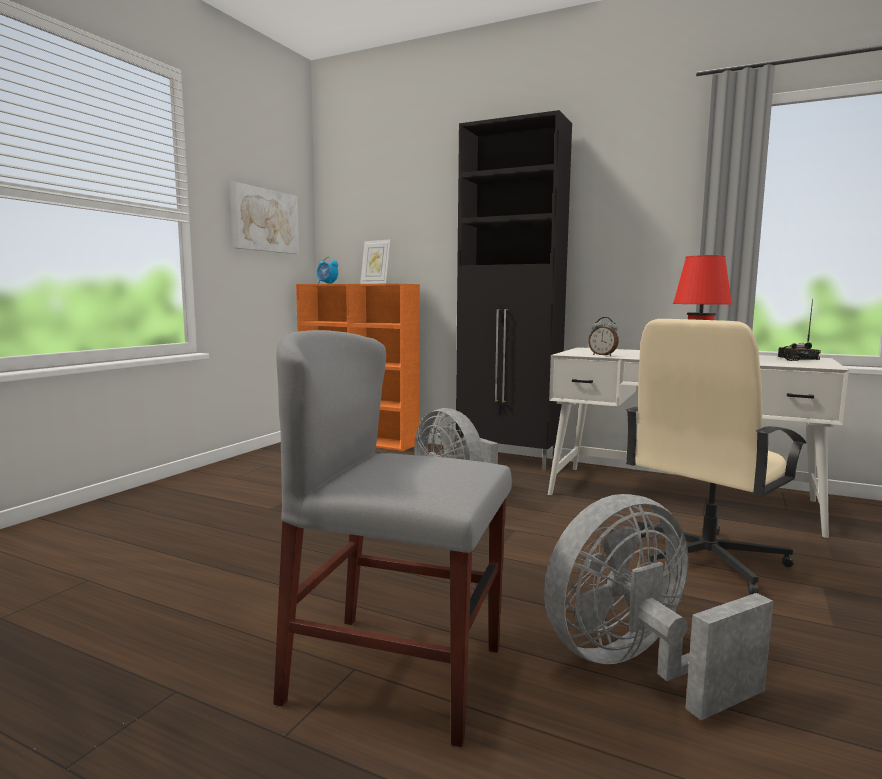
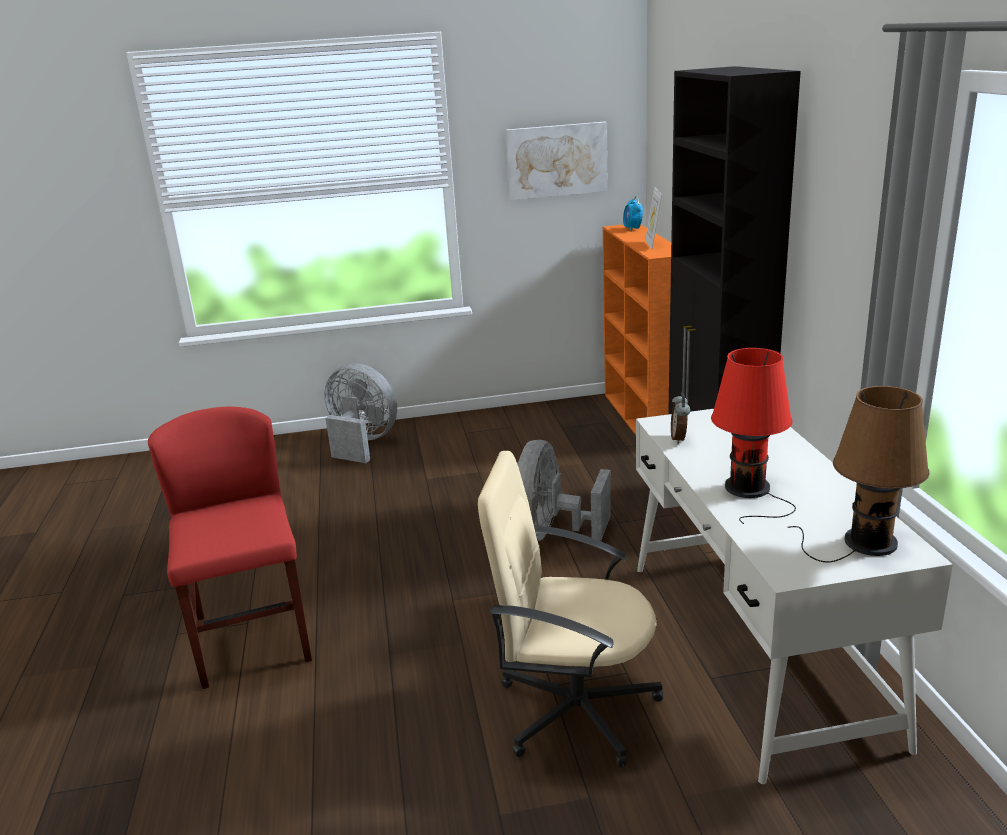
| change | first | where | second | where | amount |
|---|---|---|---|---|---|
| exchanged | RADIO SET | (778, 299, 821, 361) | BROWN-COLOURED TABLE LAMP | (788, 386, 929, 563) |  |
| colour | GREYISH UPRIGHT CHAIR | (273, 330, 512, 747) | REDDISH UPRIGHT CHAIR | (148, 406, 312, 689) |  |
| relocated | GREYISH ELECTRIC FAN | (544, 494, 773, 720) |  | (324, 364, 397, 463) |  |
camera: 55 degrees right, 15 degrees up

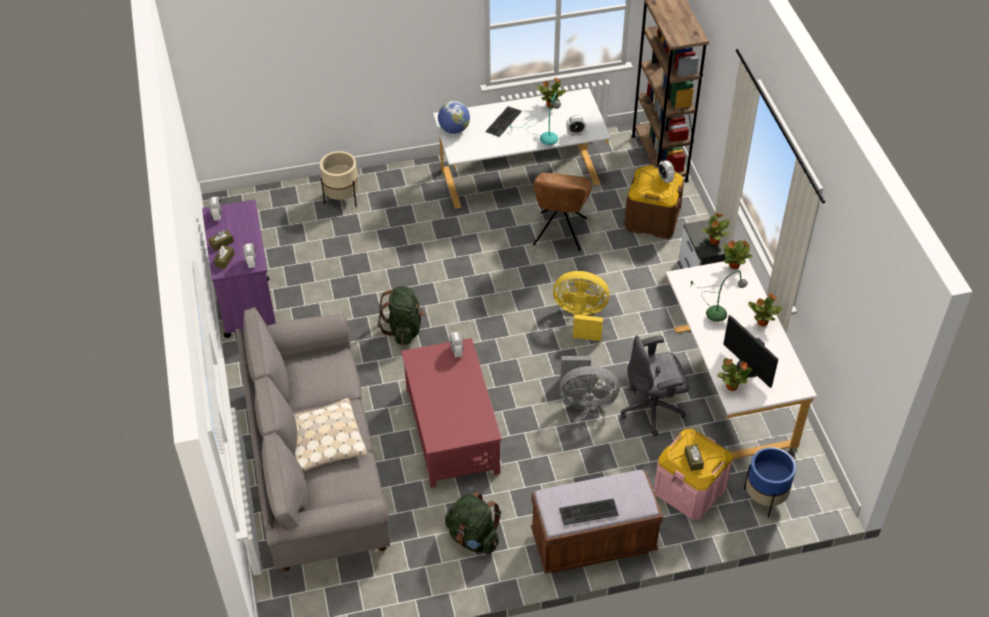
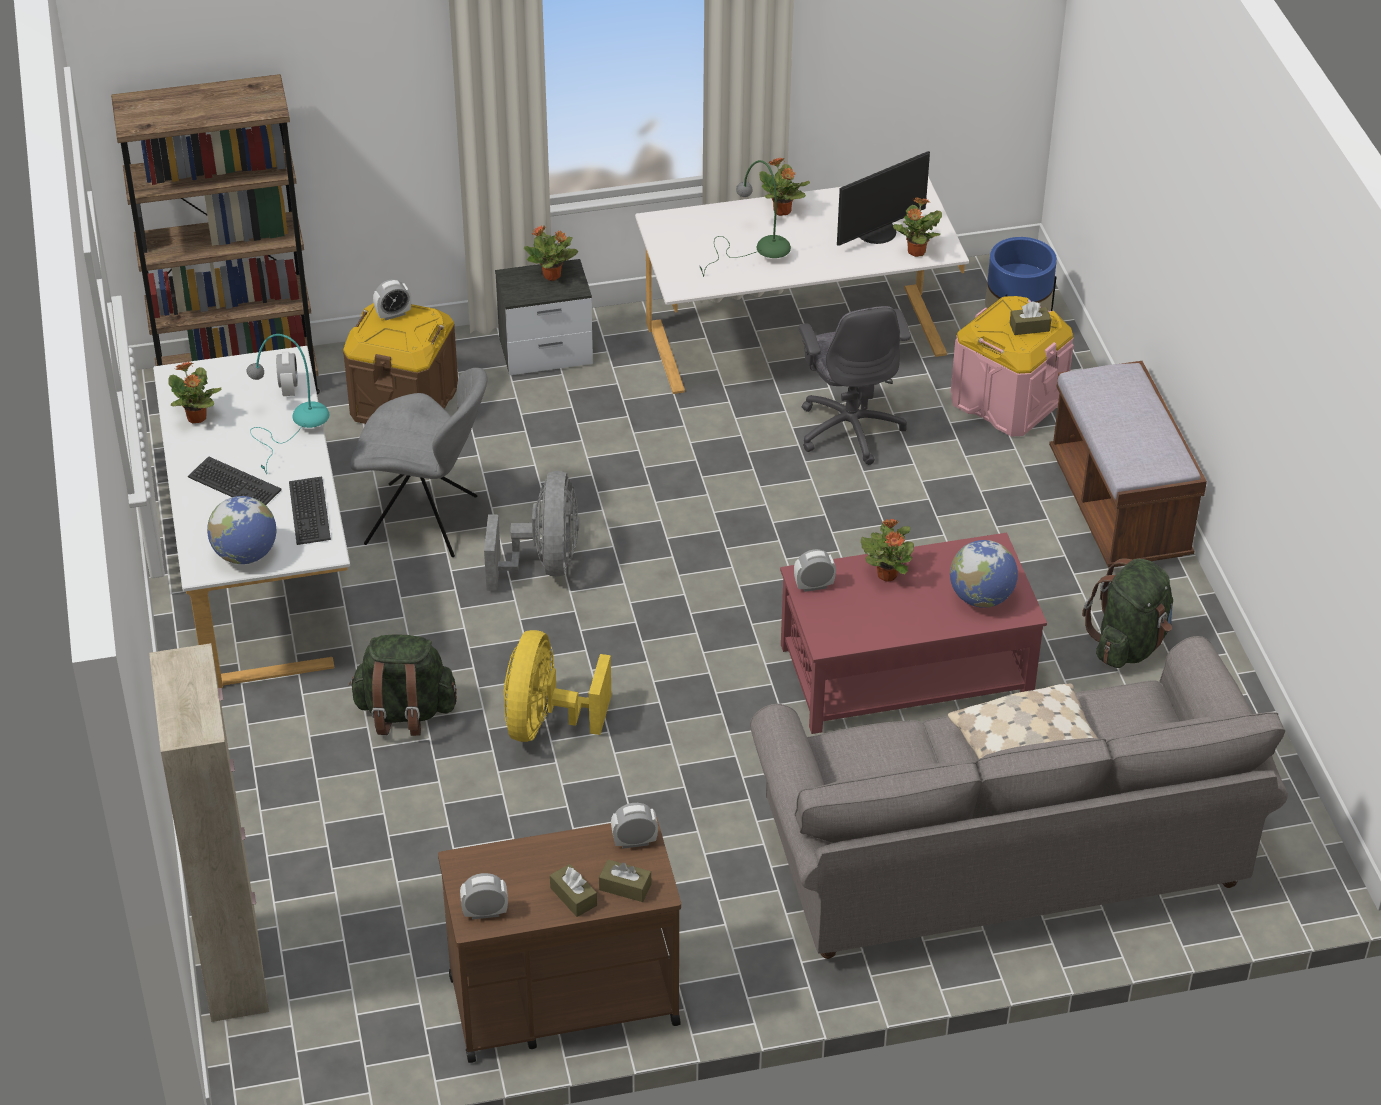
| change | first | where | second | where | amount |
|---|---|---|---|---|---|
| missing | SAND-COLOURED PLANT POT | (320, 151, 359, 207) |  |  |  |
| colour | BROWN-COLOURED UPRIGHT CHAIR | (533, 173, 592, 251) | GREYISH UPRIGHT CHAIR | (350, 368, 488, 557) |  |
| colour | PURPLISH WHEELED CART | (202, 200, 276, 338) | BROWN-COLOURED WHEELED CART | (438, 817, 681, 1063) |  |
| relocated | POTTED PLANT | (722, 240, 752, 269) |  | (861, 519, 914, 582) |  |
| relocated | YELLOW-COLOURED ELECTRIC FAN | (553, 271, 609, 341) |  | (504, 630, 611, 742) |  |
| relocated | GREEN KNAPSACK | (378, 286, 425, 345) |  | (349, 634, 457, 736) |  |
| relocated | GREYISH ELECTRIC FAN | (559, 356, 619, 410) |  | (484, 471, 579, 591) |  |
| relocated | KEYBOARD | (559, 498, 619, 525) |  | (289, 476, 331, 545) |  |
| appeared |  |  | GLOBE | (950, 540, 1018, 608) |  |
| appeared |  |  | SAND-COLOURED CABINET | (149, 643, 269, 1022) |  |
camera: 90 degrees left, 5 degrees down

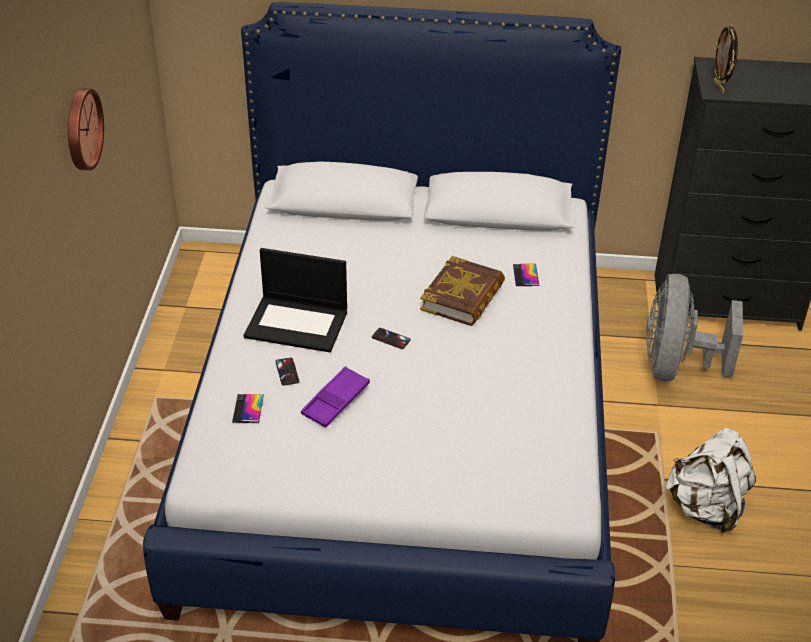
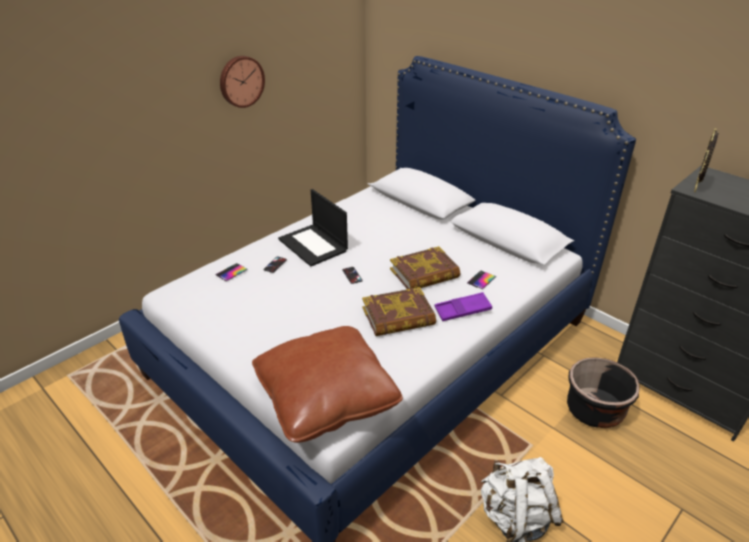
| change | first | where | second | where | amount |
|---|---|---|---|---|---|
| exchanged | GREYISH ELECTRIC FAN | (646, 274, 743, 381) | BLACK PLANT POT | (567, 357, 640, 428) |  |
| relocated | PURPLISH SERVING TRAY | (301, 366, 370, 428) |  | (435, 292, 492, 321) |  |
| appeared |  |  | BOOK | (362, 287, 436, 336) |  |
| appeared |  |  | BROWN-COLOURED THROW PILLOW | (252, 326, 403, 443) |  |
camera: 40 degrees right, 5 degrees down

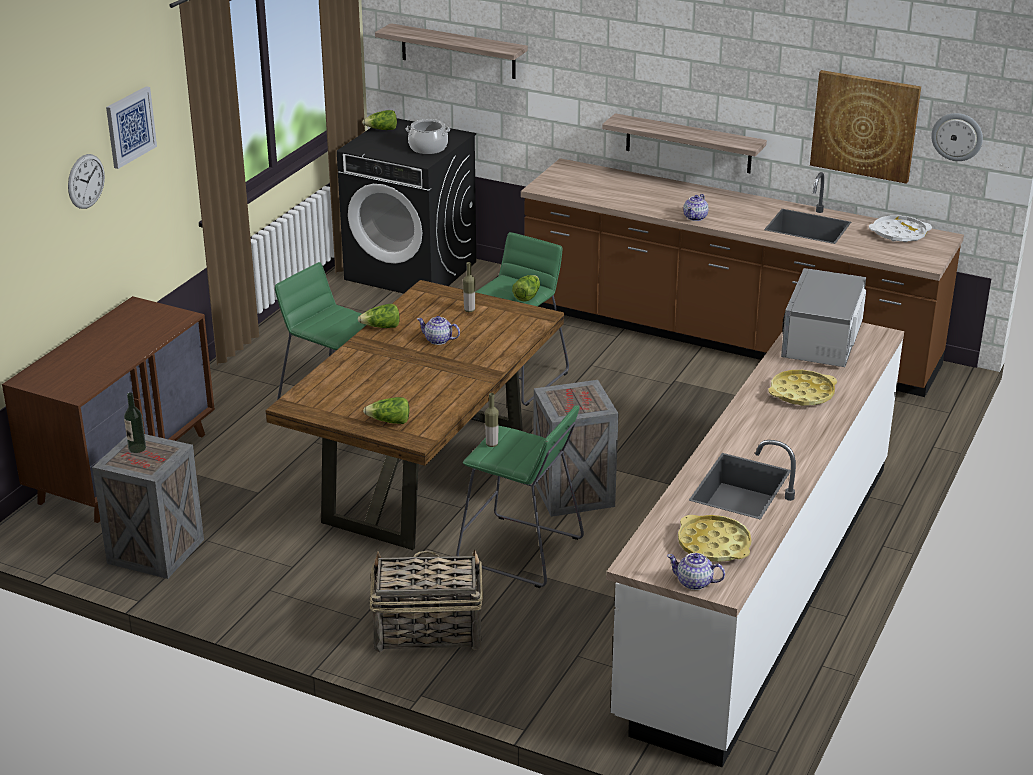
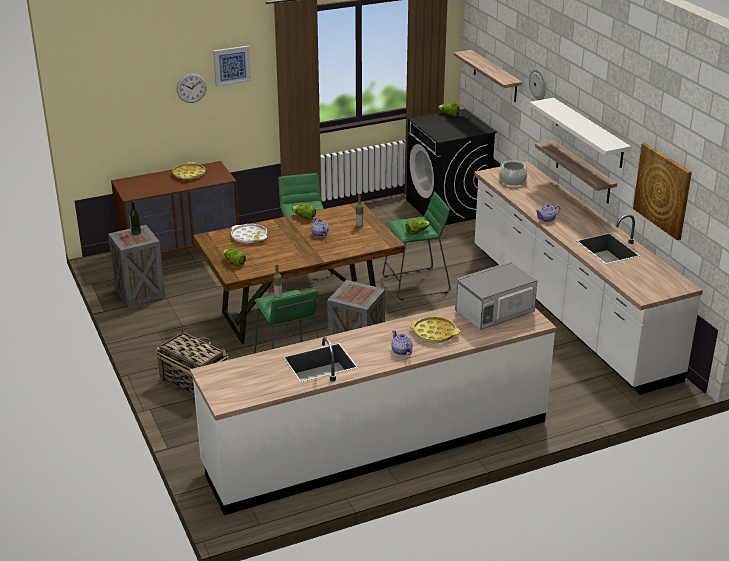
| change | first | where | second | where | amount |
|---|---|---|---|---|---|
| relocated | CLOCK ON THE WALL | (931, 113, 983, 161) |  | (529, 69, 546, 100) |  |
| relocated | COOKING POT | (406, 119, 450, 154) |  | (499, 160, 527, 186) |  |
| colour | BROWN-COLOURED KITCHEN BASE UNIT | (521, 158, 964, 397) | WHITE-COLOURED KITCHEN BASE UNIT | (474, 161, 703, 395) |  |
| relocated | WHITE-COLOURED SERVING TRAY | (869, 215, 932, 242) |  | (231, 224, 267, 244) |  |
| relocated | YELLOW-COLOURED SERVING TRAY | (678, 515, 751, 562) |  | (172, 162, 205, 179) |  |
| relocated | POT FOR TEA | (667, 553, 725, 590) |  | (391, 330, 413, 355) |  |
| appeared |  |  | WHITE-COLOURED BRACKET SHELF | (530, 98, 631, 168) |  |
camera: 40 degrees right, 0 degrees up

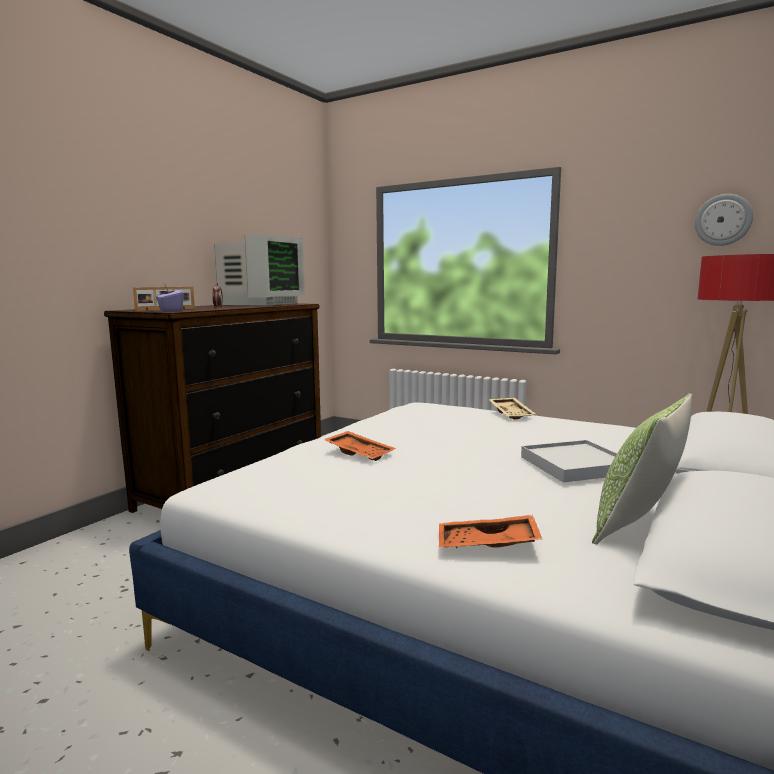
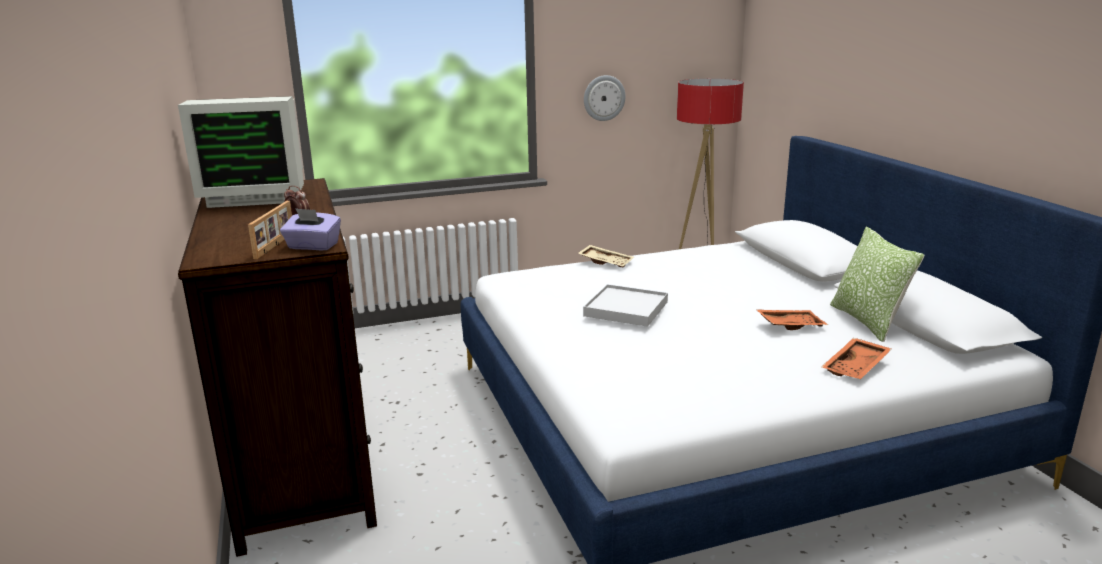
| change | first | where | second | where | amount |
|---|---|---|---|---|---|
| relocated | CLOCK ON THE WALL | (695, 194, 753, 246) |  | (584, 75, 626, 121) |  |
| spun | MONITOR | (214, 234, 305, 306) |  | (178, 96, 304, 208) | 105 degrees clockwise |
| relocated | ORANGE SERVING TRAY | (324, 431, 396, 461) |  | (756, 309, 828, 330) |  |
| relocated | WHITE-COLOURED SERVING TRAY | (521, 440, 617, 483) |  | (583, 284, 668, 327) |  |
camera: 50 degrees left, 10 degrees up

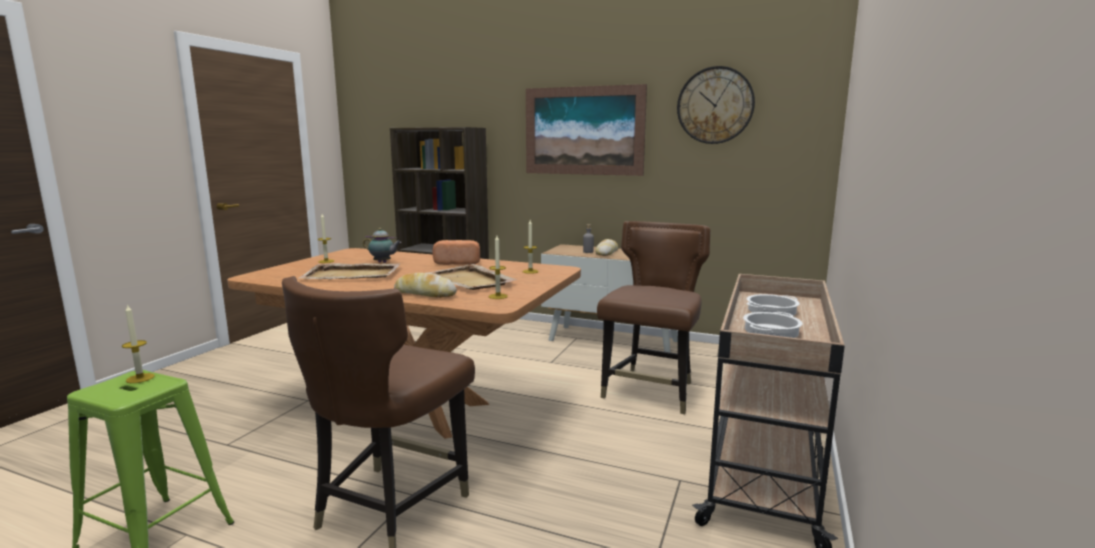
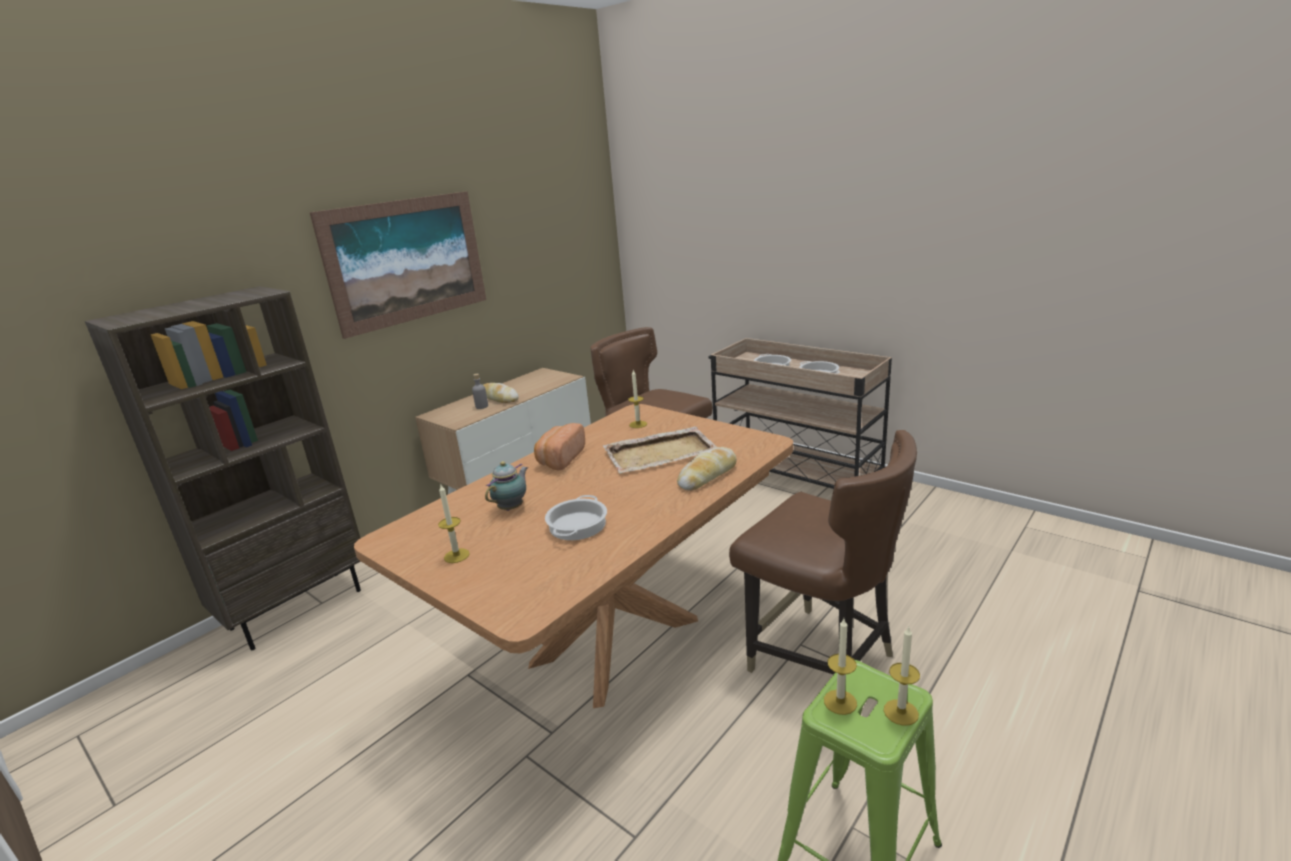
| change | first | where | second | where | amount |
|---|---|---|---|---|---|
| missing | CLOCK ON THE WALL | (677, 66, 755, 144) |  |  |  |
| relocated | CANDLE | (488, 236, 508, 299) |  | (884, 627, 920, 726) |  |
| exchanged | SAND-COLOURED SERVING TRAY | (298, 263, 400, 279) | COOKING POT | (545, 495, 607, 540) |  |
camera: 70 degrees left, 10 degrees up

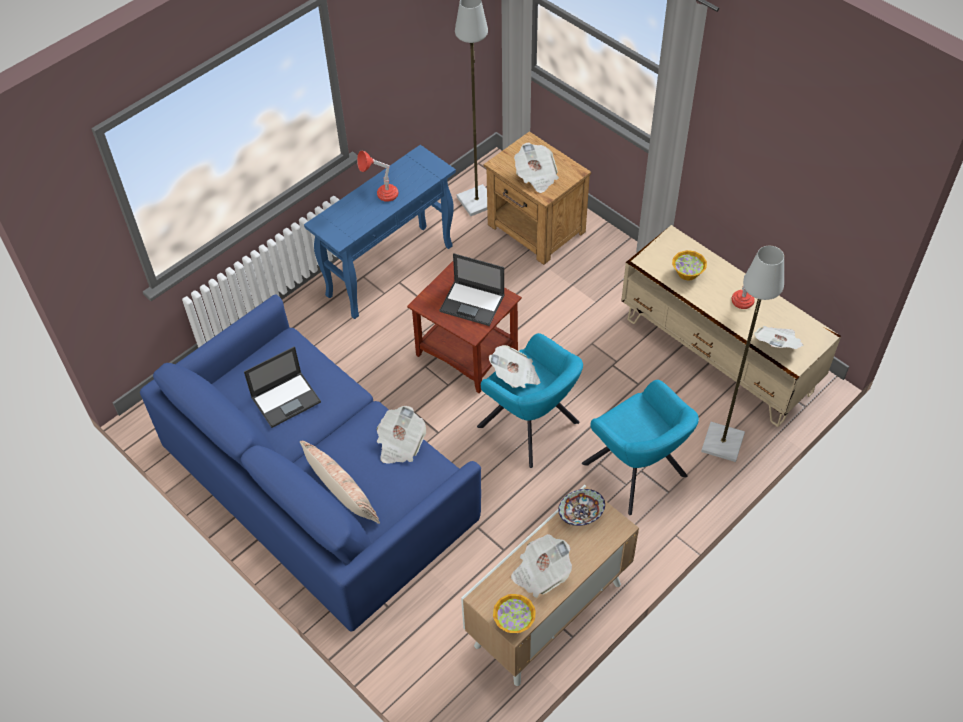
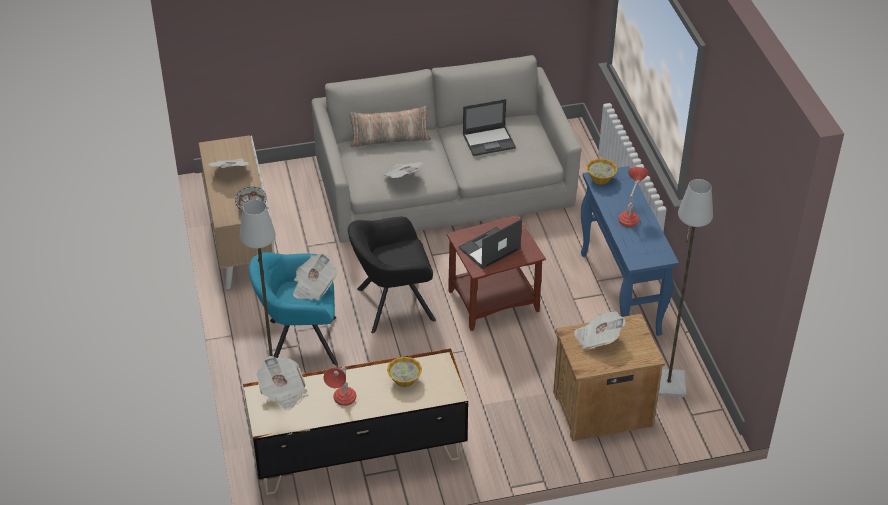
| change | first | where | second | where | amount |
|---|---|---|---|---|---|
| colour | BLUE-COLOURED SETTEE | (140, 294, 481, 632) | GREYISH SETTEE | (311, 55, 581, 243) |  |
| colour | TURQUOISE ARMCHAIR | (477, 333, 583, 468) | BLACK ARMCHAIR | (348, 217, 436, 333) |  |
| relocated | NEWSPAPER | (489, 345, 540, 388) |  | (293, 254, 337, 300) |  |
| spun | LAPTOP | (244, 346, 321, 428) |  | (463, 99, 516, 156) | 105 degrees counterclockwise |
| relocated | DEEP DISH | (493, 594, 535, 633) |  | (587, 159, 617, 184) |  |
camera: 120 degrees right, 10 degrees down

